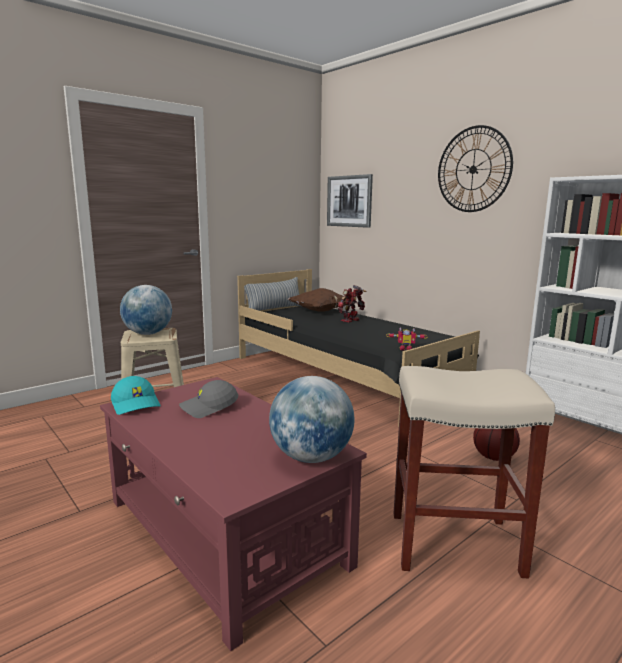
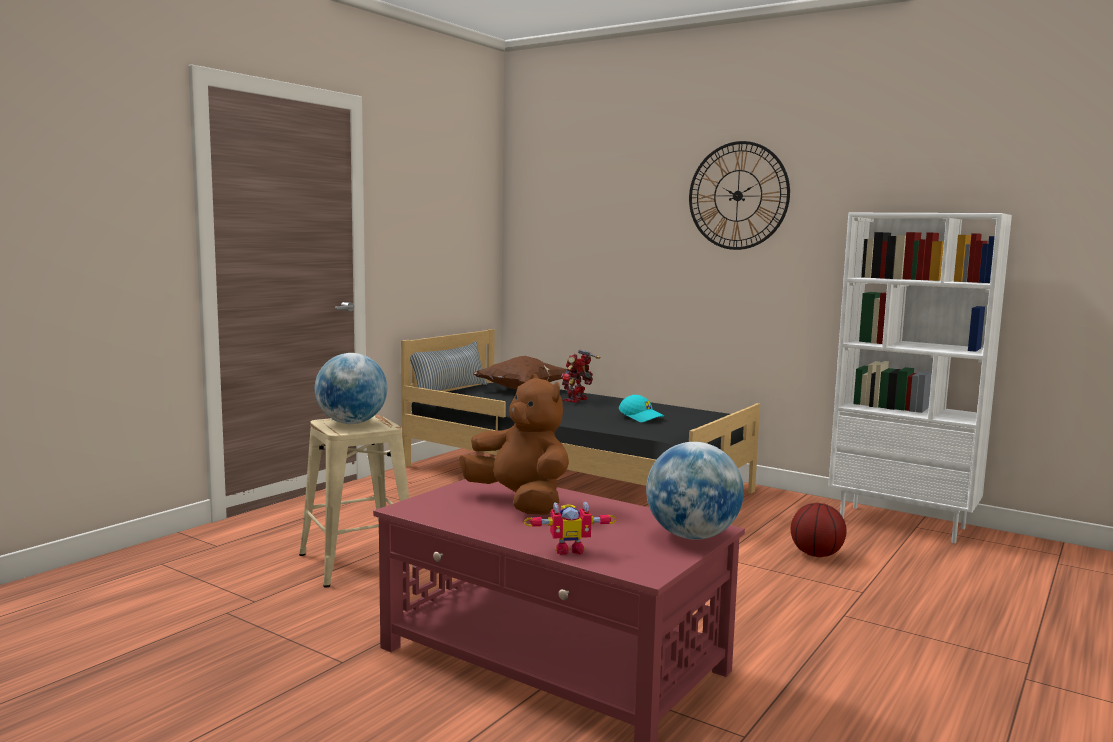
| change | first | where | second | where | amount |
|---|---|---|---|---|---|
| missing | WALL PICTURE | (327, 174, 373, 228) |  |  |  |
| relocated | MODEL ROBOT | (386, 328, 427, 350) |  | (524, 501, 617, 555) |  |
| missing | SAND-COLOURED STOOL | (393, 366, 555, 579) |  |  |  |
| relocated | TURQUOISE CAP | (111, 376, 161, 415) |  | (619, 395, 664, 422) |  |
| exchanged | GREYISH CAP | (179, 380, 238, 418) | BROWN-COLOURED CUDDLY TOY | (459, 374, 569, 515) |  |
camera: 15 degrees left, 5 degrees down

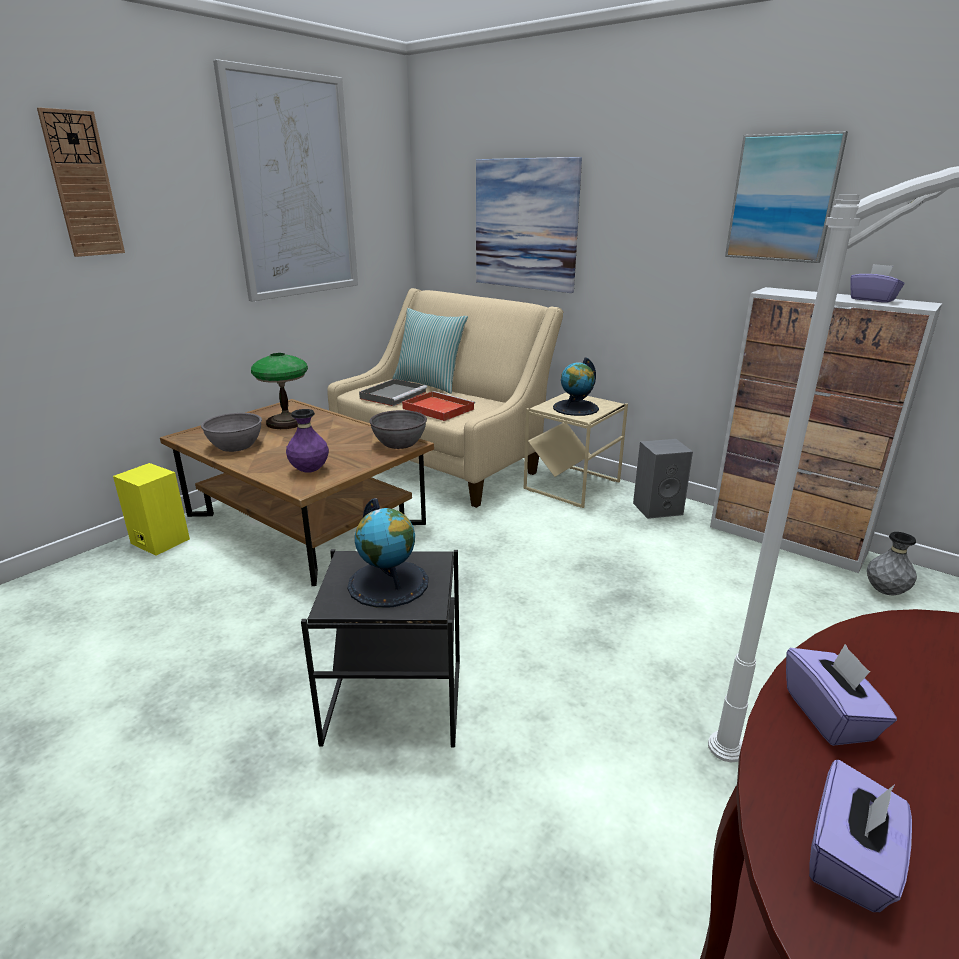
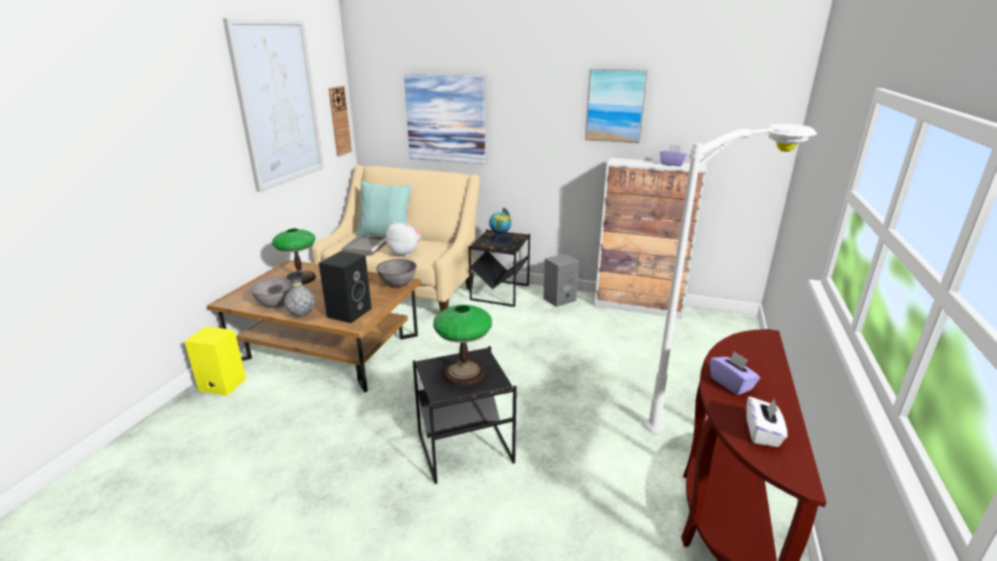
| change | first | where | second | where | amount |
|---|---|---|---|---|---|
| relocated | CLOCK ON THE WALL | (37, 107, 125, 257) |  | (329, 86, 352, 157) |  |
| exchanged | REDDISH SERVING TRAY | (402, 391, 475, 421) | CUDDLY TOY | (386, 221, 421, 257) |  |
| colour | SAND-COLOURED ACCENT TABLE | (524, 392, 628, 508) | BLACK ACCENT TABLE | (468, 229, 530, 307) |  |
| exchanged | PURPLISH VASE | (286, 409, 329, 473) | BLACK LOUDSPEAKER | (319, 251, 372, 323) |  |
| exchanged | GLOBE | (347, 498, 428, 608) | TABLE LAMP | (433, 305, 492, 386) |  |
| relocated | GREYISH VASE | (867, 532, 917, 595) |  | (284, 272, 315, 317) |  |
| colour | PURPLISH TISSUE BOX | (809, 760, 912, 912) | WHITE-COLOURED TISSUE BOX | (746, 396, 787, 447) |  |
camera: 20 degrees left, 0 degrees up

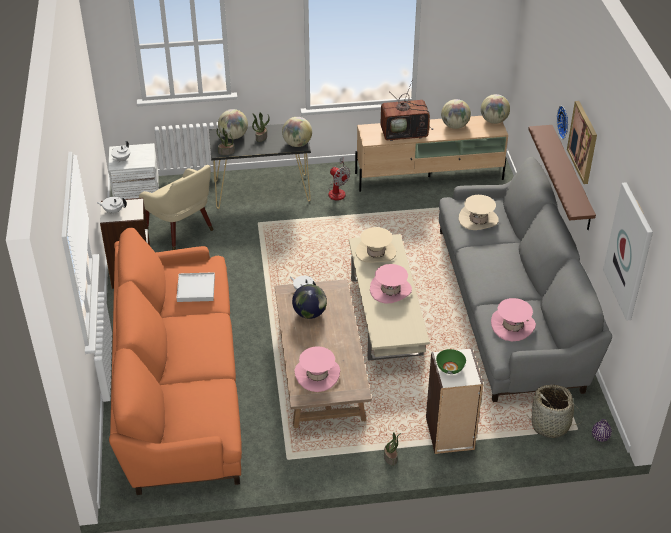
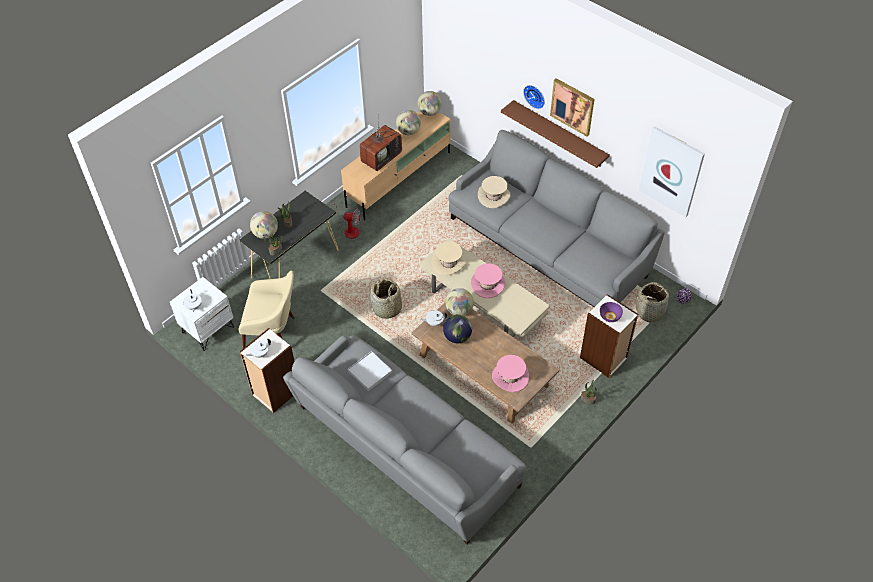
| change | first | where | second | where | amount |
|---|---|---|---|---|---|
| relocated | GLOBE | (282, 117, 312, 147) |  | (445, 288, 474, 316) |  |
| colour | ORANGE SETTEE | (109, 228, 242, 495) | GREYISH SETTEE | (283, 335, 526, 544) |  |
| missing | PINKISH HAT | (491, 298, 536, 341) |  |  |  |
| colour | GREEN DEEP DISH | (436, 349, 466, 374) | PURPLISH DEEP DISH | (600, 302, 623, 322) |  |
| appeared |  |  | BASKET | (370, 278, 402, 319) |  |
camera: 40 degrees left, 10 degrees up

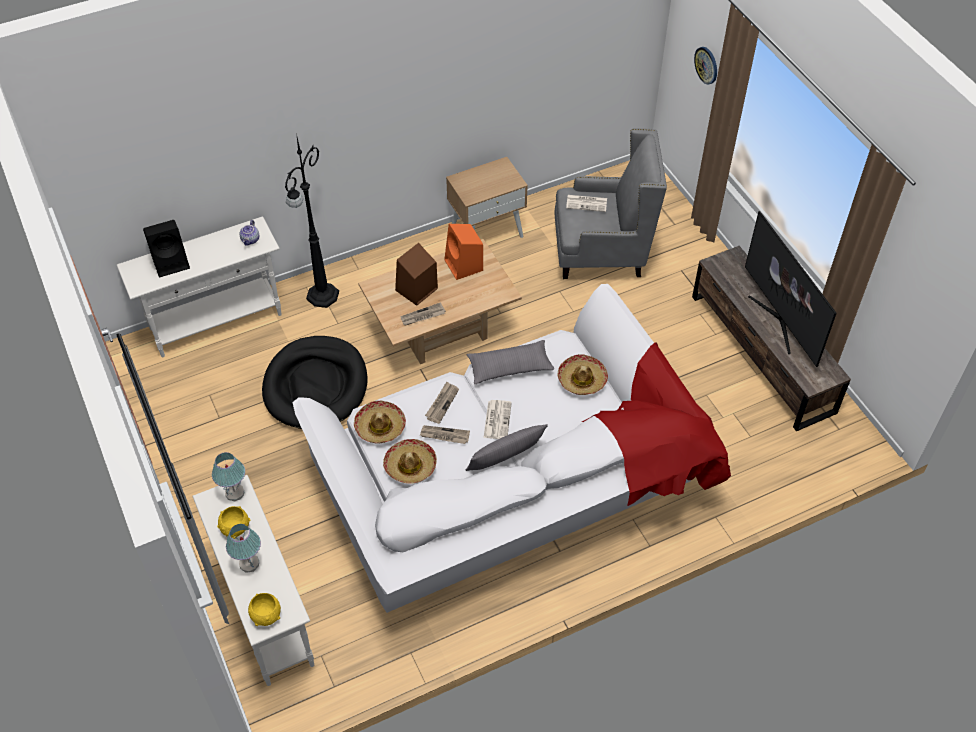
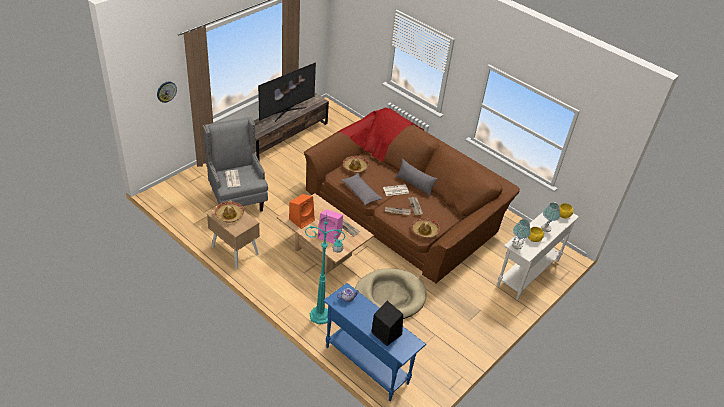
| change | first | where | second | where | amount |
|---|---|---|---|---|---|
| colour | BLACK STANDING LAMP | (285, 133, 339, 308) | TURQUOISE STANDING LAMP | (305, 211, 346, 324) |  |
| colour | WHITE-COLOURED HALL TABLE | (116, 216, 282, 357) | BLUE-COLOURED HALL TABLE | (323, 283, 426, 401) |  |
| colour | BROWN-COLOURED LOUDSPEAKER | (395, 243, 438, 306) | PINKISH LOUDSPEAKER | (318, 209, 343, 244) |  |
| colour | WHITE-COLOURED SETTEE | (292, 284, 731, 613) | BROWN-COLOURED SETTEE | (304, 108, 520, 283) |  |
| colour | BLACK DOG CUSHION | (262, 336, 368, 429) | SAND-COLOURED DOG CUSHION | (355, 268, 426, 319) |  |
| relocated | HAT | (383, 439, 437, 483) |  | (215, 201, 244, 223) |  |
camera: 115 degrees left, 10 degrees down

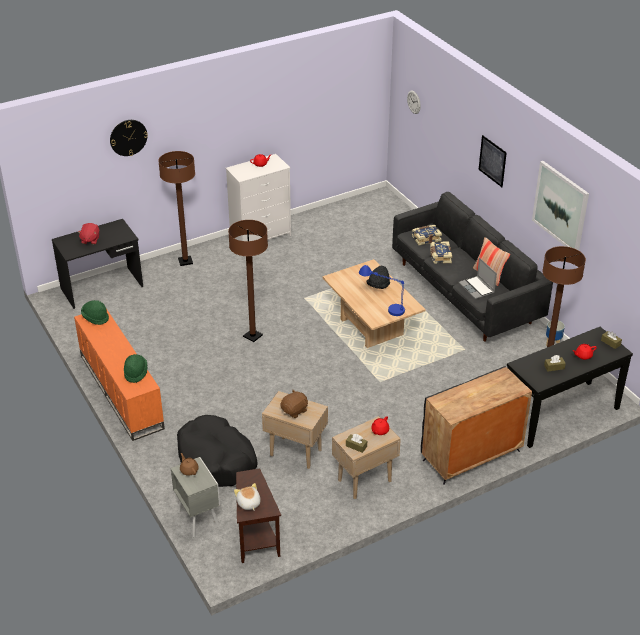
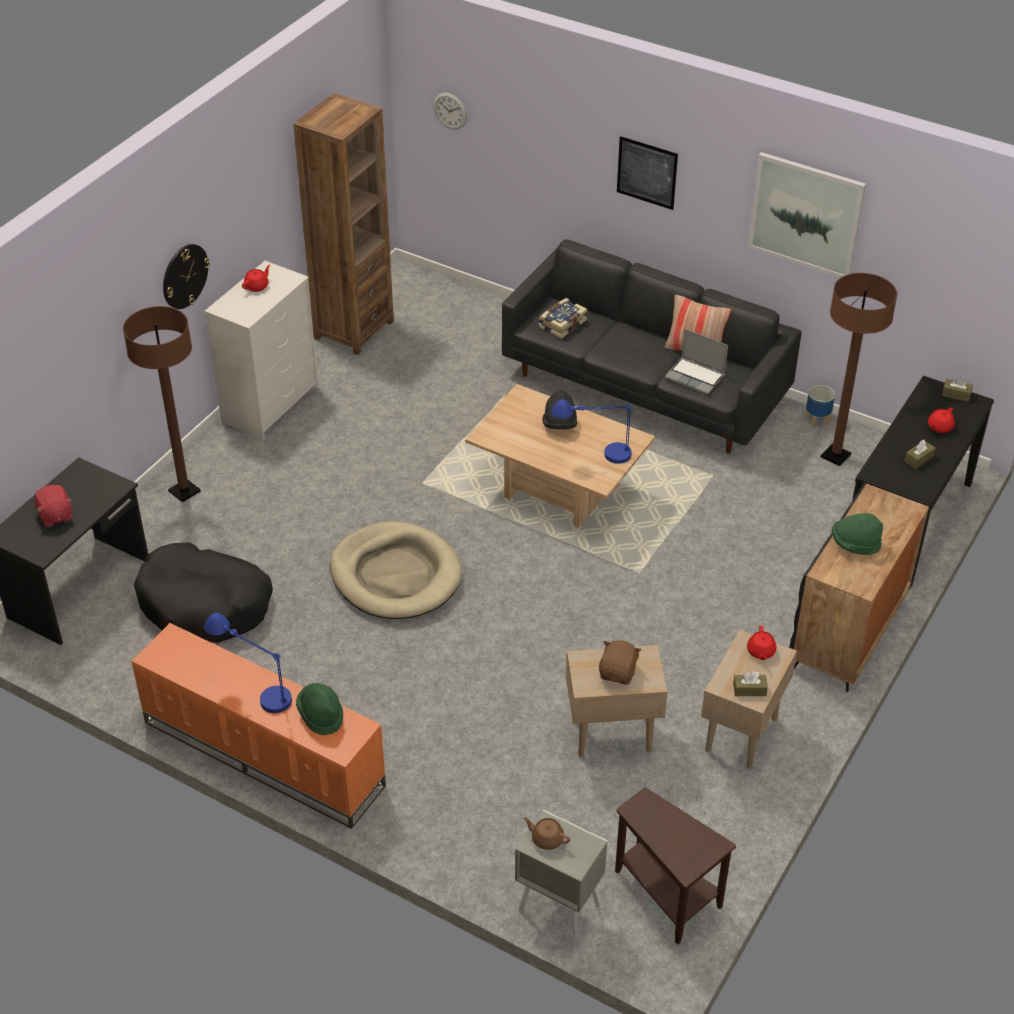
| change | first | where | second | where | amount |
|---|---|---|---|---|---|
| relocated | CLOCK ON THE WALL | (110, 120, 148, 156) |  | (163, 244, 210, 309) |  |
| exchanged | BROWN-COLOURED STANDING LAMP | (228, 220, 268, 342) | SAND-COLOURED DOG CUSHION | (330, 521, 462, 619) |  |
| missing | BOOK | (430, 241, 452, 264) |  |  |  |
| relocated | GREEN HAT | (81, 300, 109, 325) |  | (832, 513, 883, 555) |  |
| relocated | BLACK DOG CUSHION | (177, 415, 258, 487) |  | (134, 542, 273, 643) |  |
| missing | CUDDLY TOY | (234, 483, 260, 510) |  |  |  |
| appeared |  |  | BROWN-COLOURED SHELVING UNIT | (293, 93, 394, 355) |  |
| appeared |  |  | BLUE-COLOURED TABLE LAMP | (204, 613, 292, 713) |  |
camera: 30 degrees left, 5 degrees up

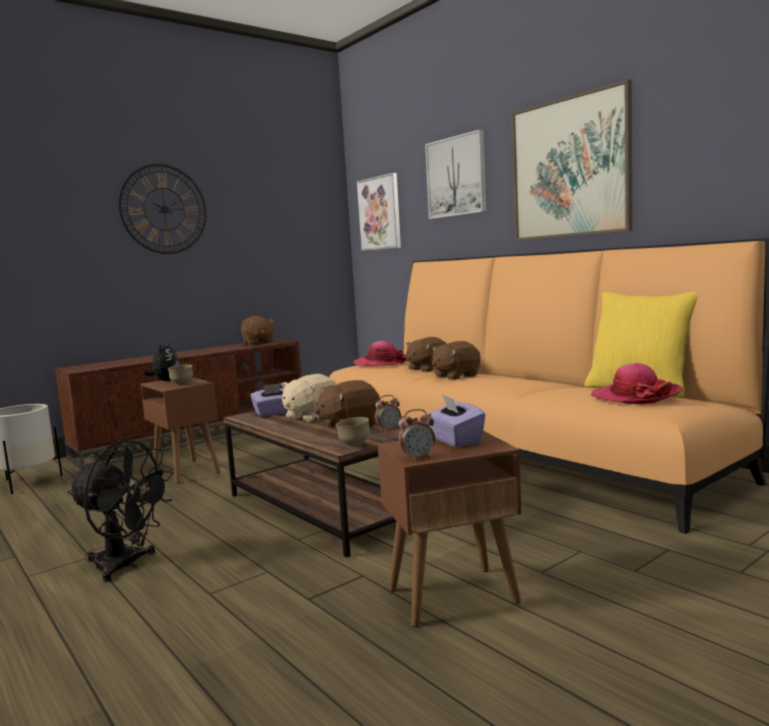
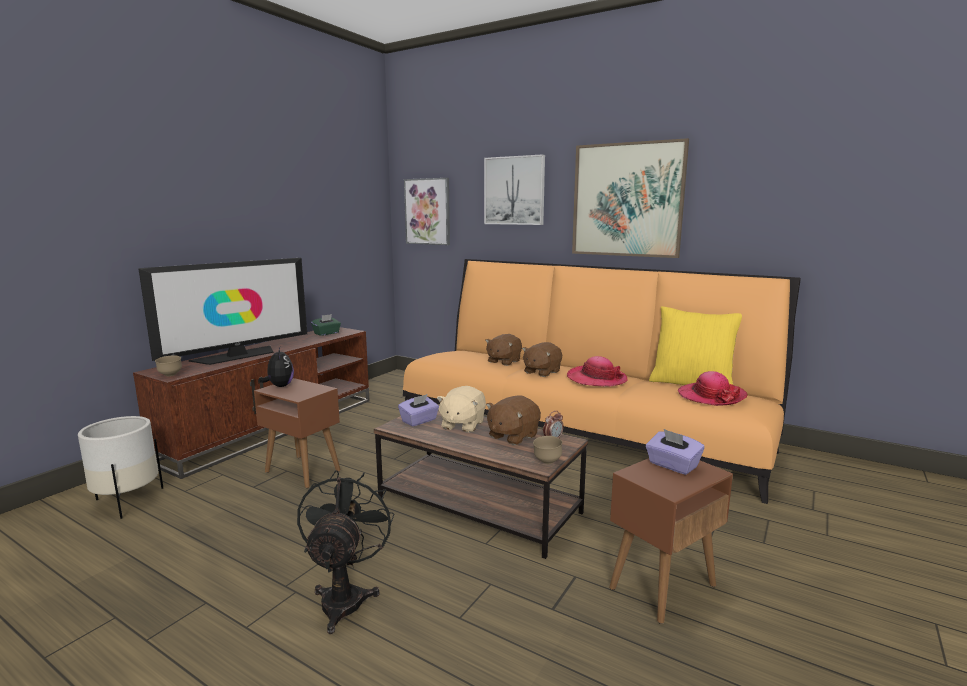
| change | first | where | second | where | amount |
|---|---|---|---|---|---|
| missing | CLOCK ON THE WALL | (119, 164, 207, 254) |  |  |  |
| exchanged | BROWN-COLOURED CUDDLY TOY | (241, 316, 275, 346) | GREEN TISSUE BOX | (311, 314, 341, 336) |  |
| relocated | HAT | (353, 341, 407, 366) |  | (567, 356, 627, 387) |  |
| relocated | BROWN-COLOURED DEEP DISH | (168, 364, 193, 385) |  | (155, 355, 182, 377) |  |
| missing | ALARM CLOCK | (398, 409, 435, 460) |  |  |  |
| spun | BLACK ELECTRIC FAN | (67, 439, 174, 582) |  | (297, 470, 394, 634) | 90 degrees counterclockwise |
| appeared |  |  | TV | (138, 258, 307, 365) |  |
camera: 20 degrees left, 5 degrees up

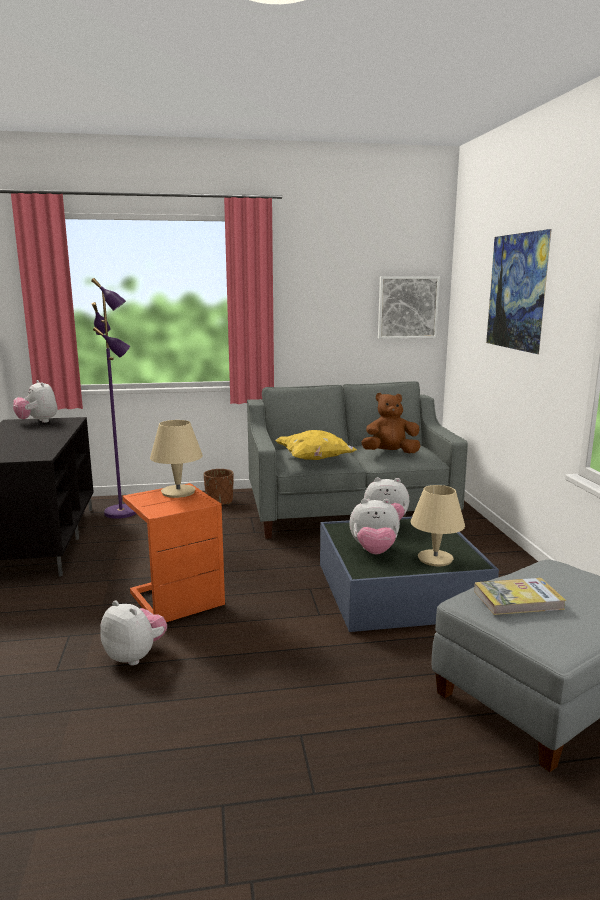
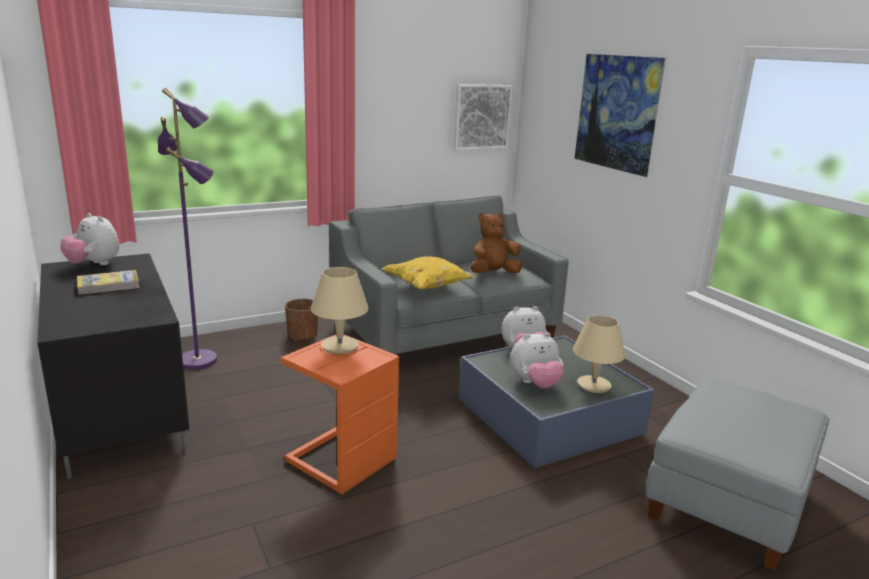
| change | first | where | second | where | amount |
|---|---|---|---|---|---|
| relocated | BOOK | (474, 578, 566, 615) |  | (77, 270, 140, 295) |  |
| missing | CUDDLY TOY | (100, 600, 167, 666) |  |  |  |
camera: 20 degrees left, 5 degrees up

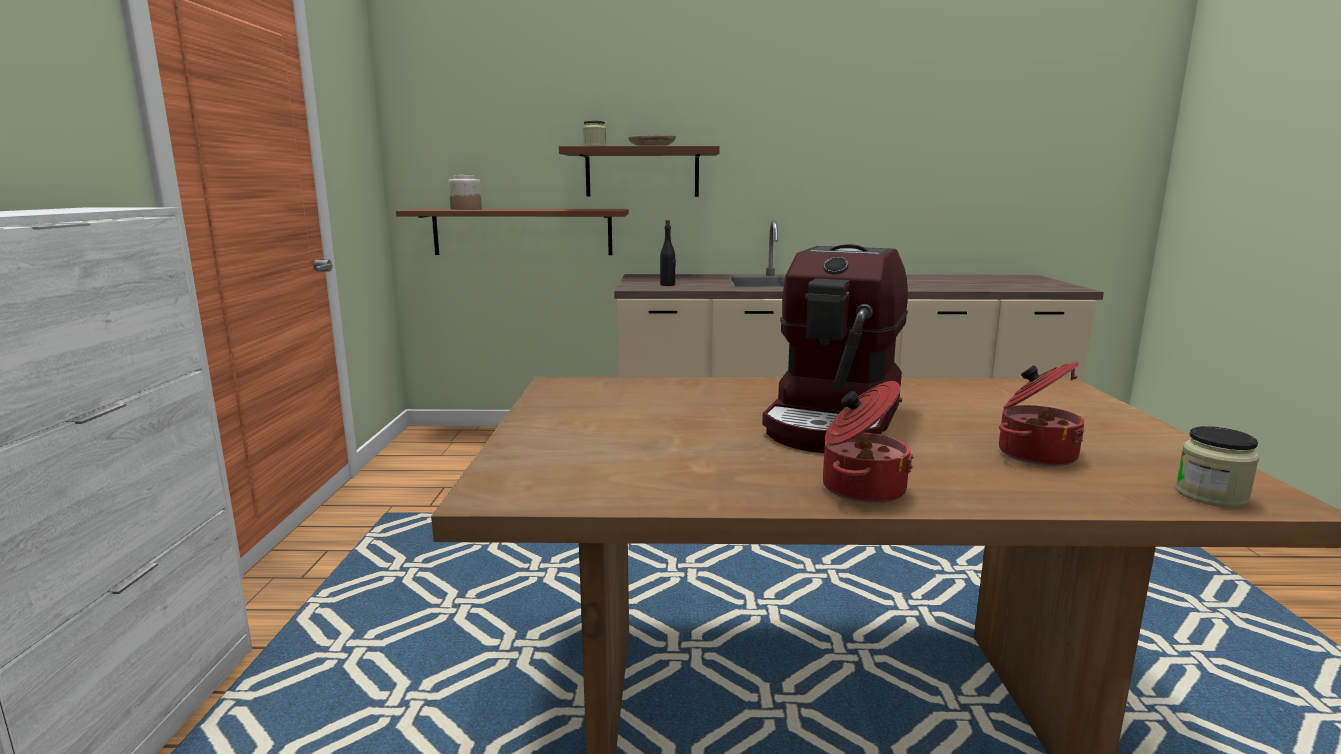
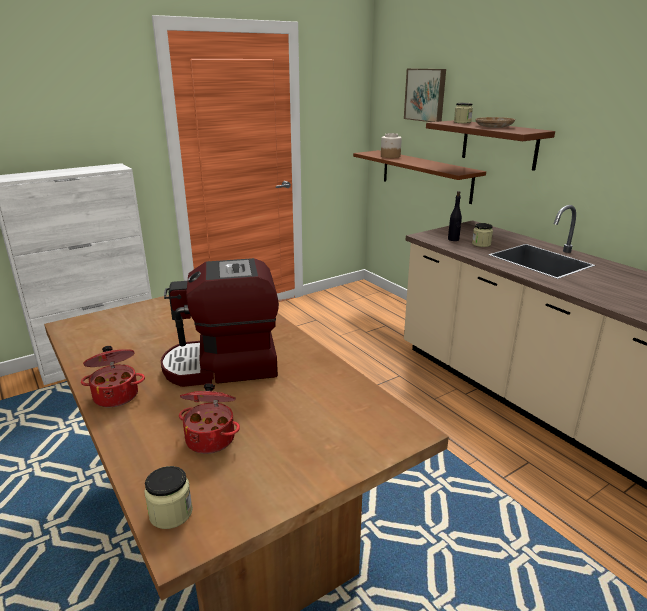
| change | first | where | second | where | amount |
|---|---|---|---|---|---|
| appeared |  |  | WALL PICTURE | (404, 69, 446, 122) |  |
| appeared |  |  | PRESERVE JAR | (472, 223, 493, 247) |  |
camera: 55 degrees right, 10 degrees up

